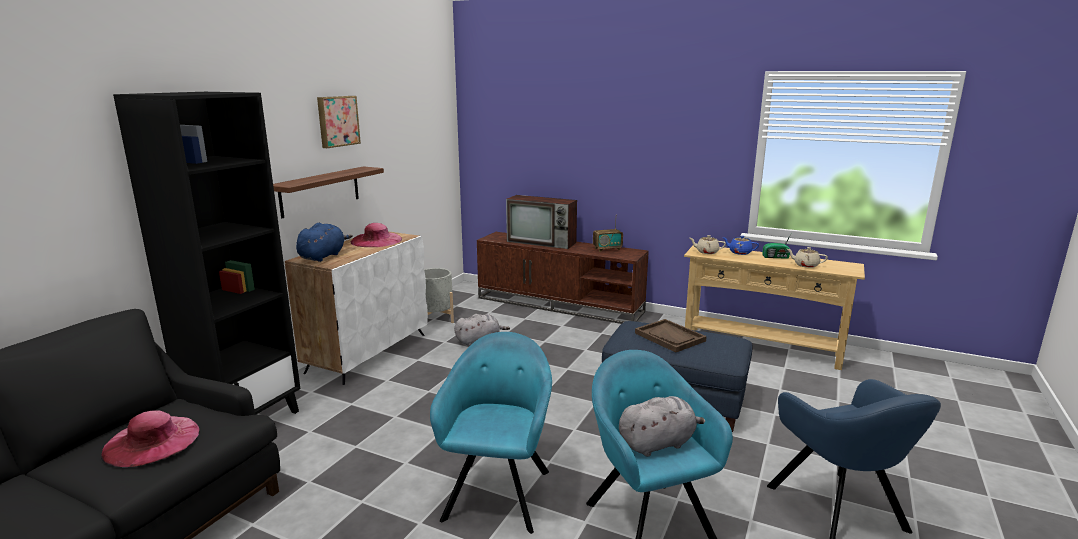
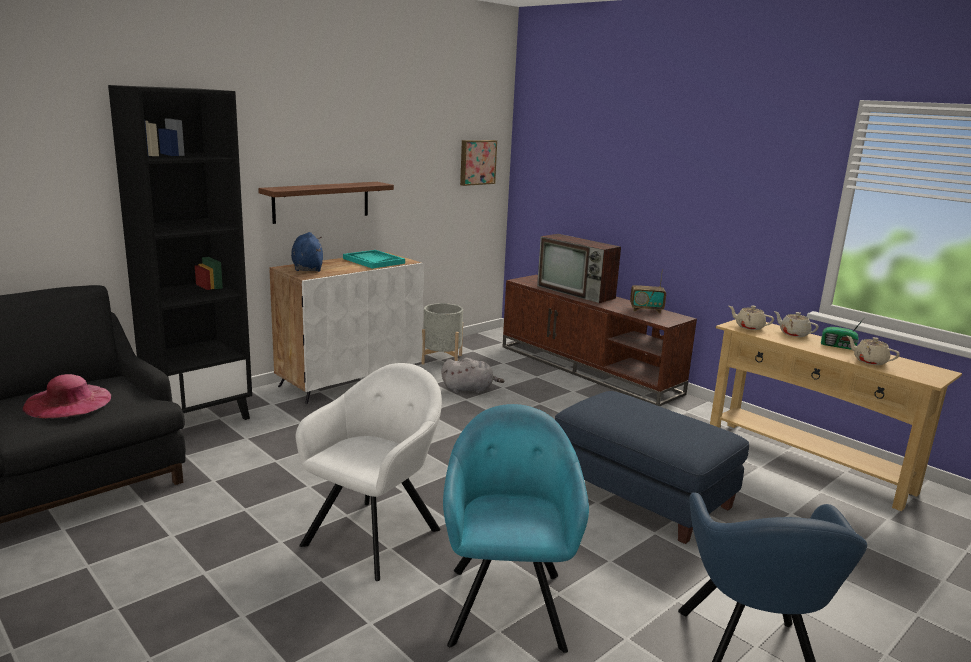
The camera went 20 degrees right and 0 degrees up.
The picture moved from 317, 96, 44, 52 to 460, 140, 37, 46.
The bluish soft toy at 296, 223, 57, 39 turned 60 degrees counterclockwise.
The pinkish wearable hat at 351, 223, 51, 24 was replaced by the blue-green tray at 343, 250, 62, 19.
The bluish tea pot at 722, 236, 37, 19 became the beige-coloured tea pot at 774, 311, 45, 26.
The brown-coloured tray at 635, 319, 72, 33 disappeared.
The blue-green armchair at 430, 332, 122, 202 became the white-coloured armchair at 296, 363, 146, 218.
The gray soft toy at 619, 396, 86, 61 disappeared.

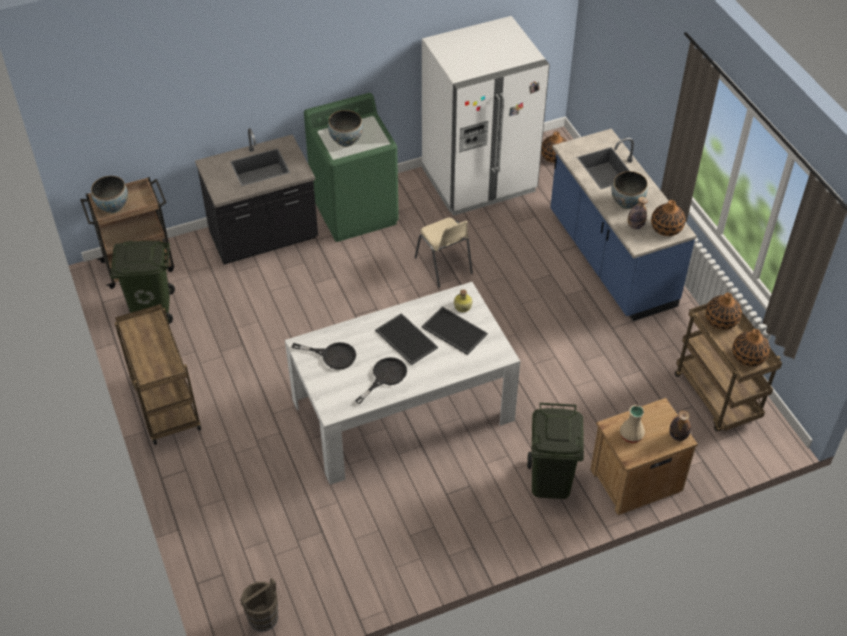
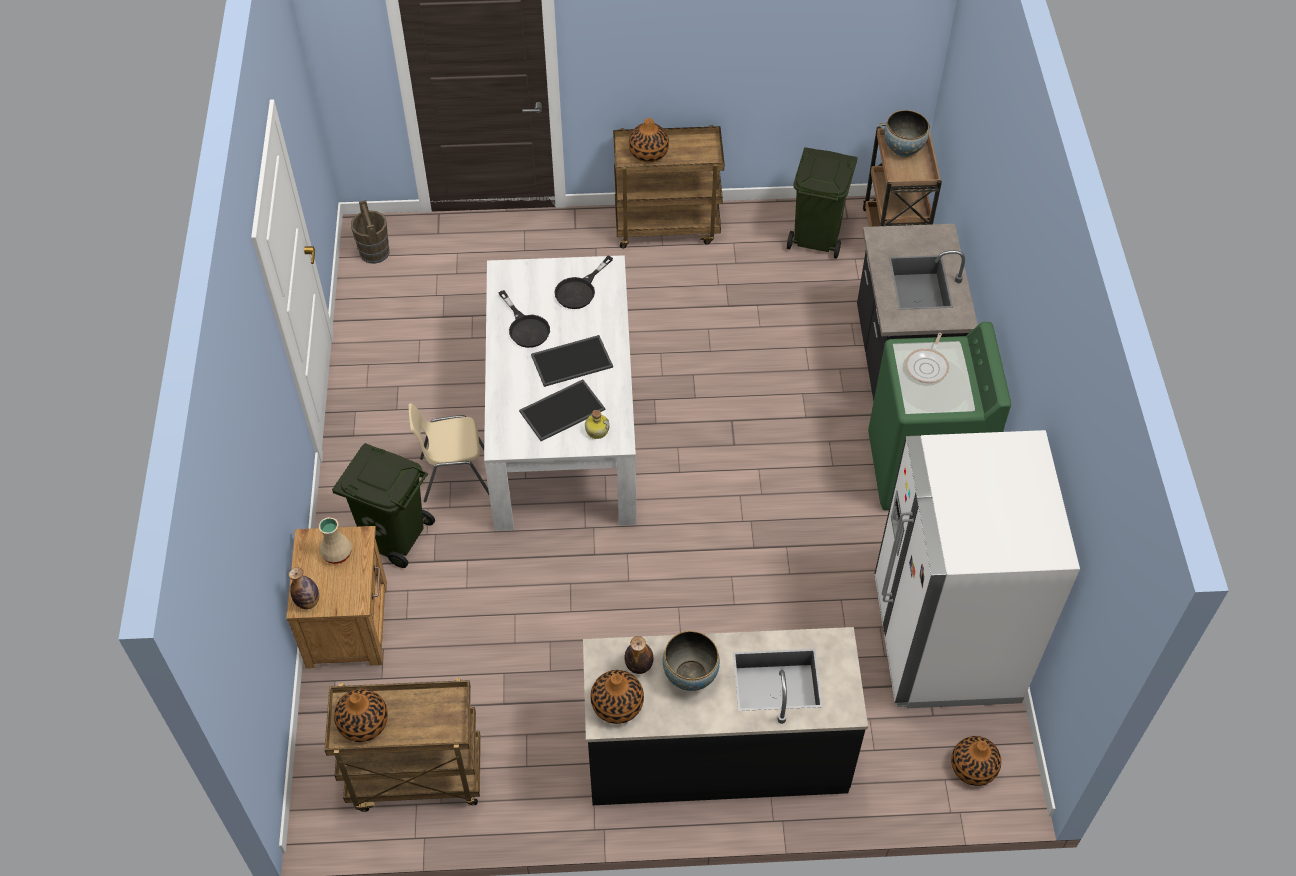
The camera went 110 degrees right and 5 degrees up.
The serving bowl at 328, 110, 35, 37 was replaced by the pan at 905, 333, 44, 50.
The bluish kitchen base unit at 550, 129, 147, 192 became the blackish kitchen base unit at 583, 627, 285, 178.
The beige-coloured chair moved from 415, 217, 58, 70 to 409, 403, 80, 99.
The decorative vase moved from 705, 293, 37, 37 to 629, 118, 40, 44.

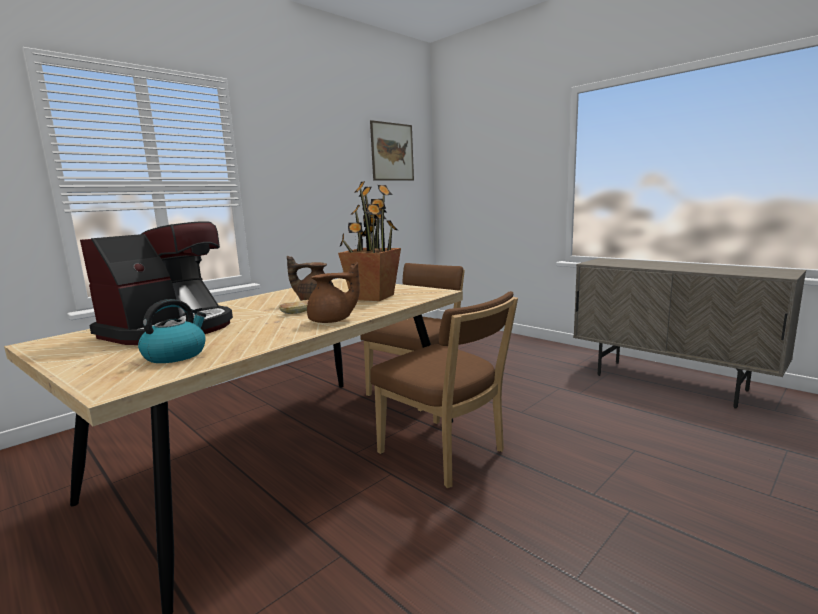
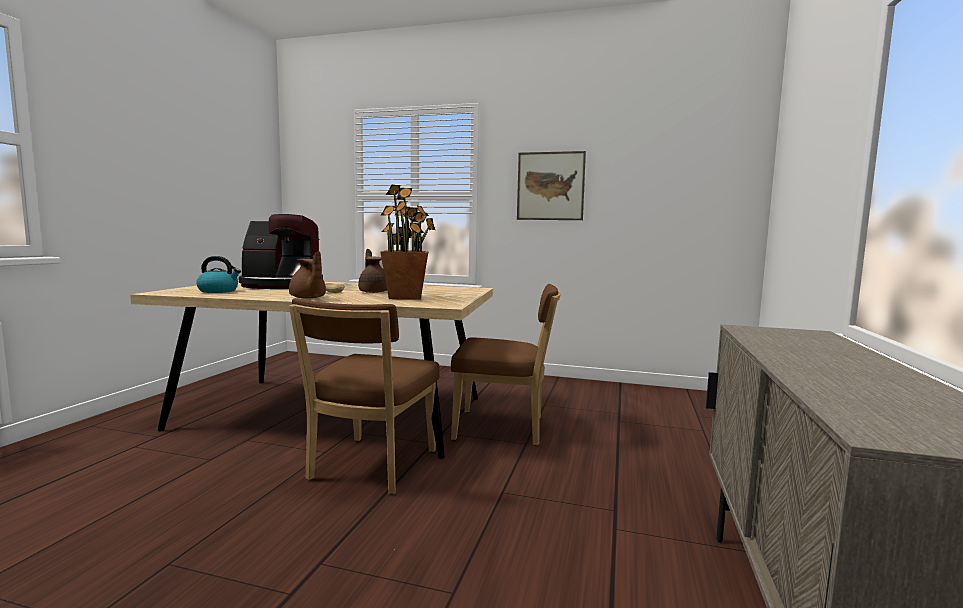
The camera went 60 degrees right and 5 degrees down.
The picture moved from 370, 120, 44, 60 to 517, 151, 69, 69.

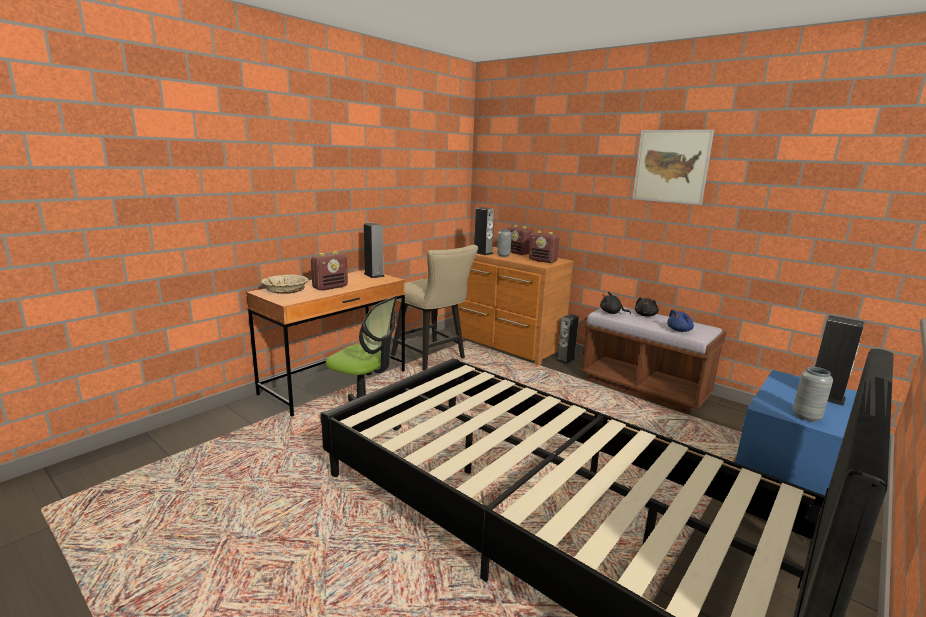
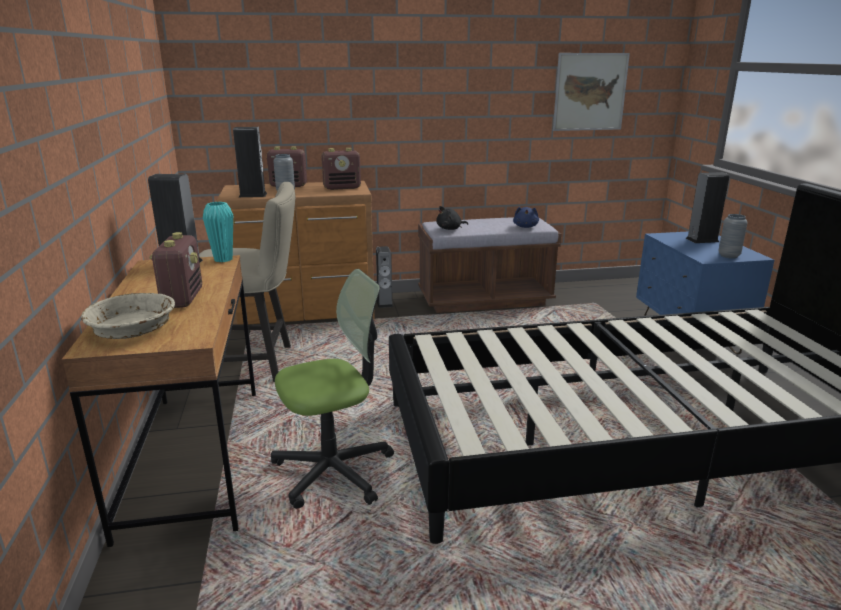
The camera went 50 degrees left and 5 degrees up.
The picture moved from 632, 130, 82, 75 to 553, 53, 77, 78.
The blackish soft toy at 635, 297, 24, 20 disappeared.
The blue-green decorative vase at 203, 202, 30, 60 appeared.

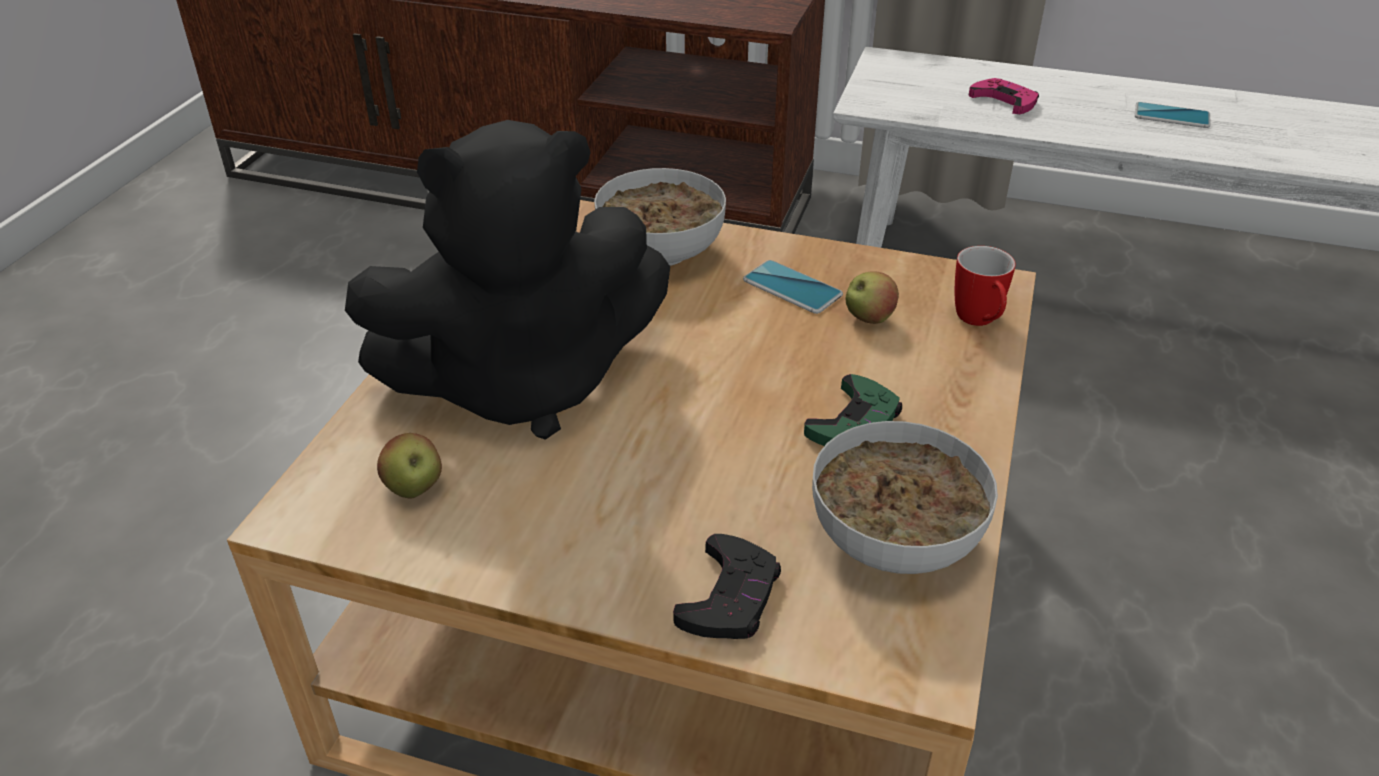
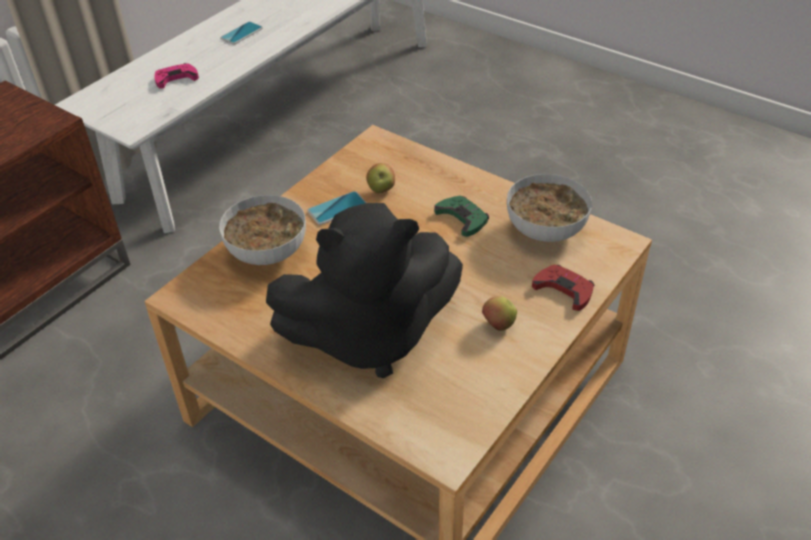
The camera went 70 degrees left and 5 degrees up.
The blackish soft toy at 345, 120, 325, 320 turned 75 degrees clockwise.
The mug at 955, 246, 61, 80 disappeared.
The apple moved from 377, 433, 65, 66 to 482, 296, 35, 35.
The blackish joypad at 673, 534, 108, 105 became the reddish joypad at 532, 264, 62, 47.

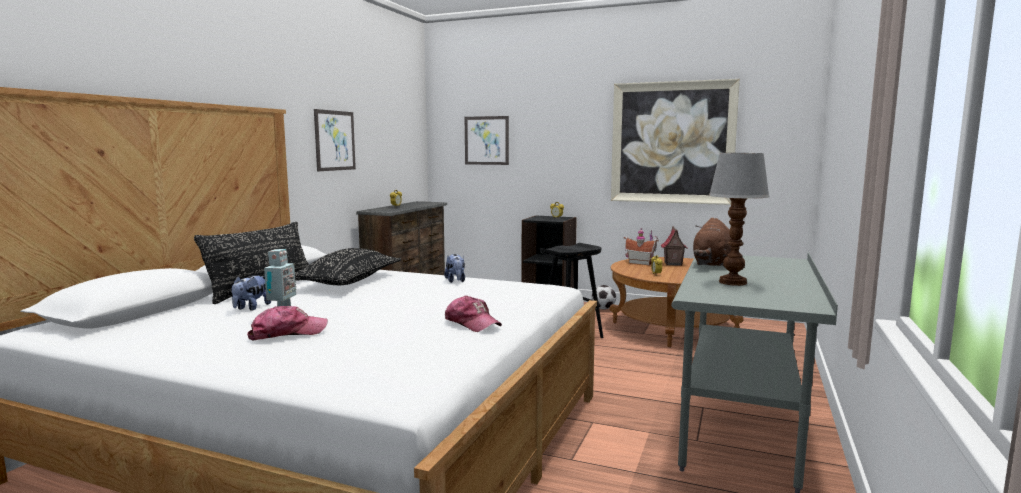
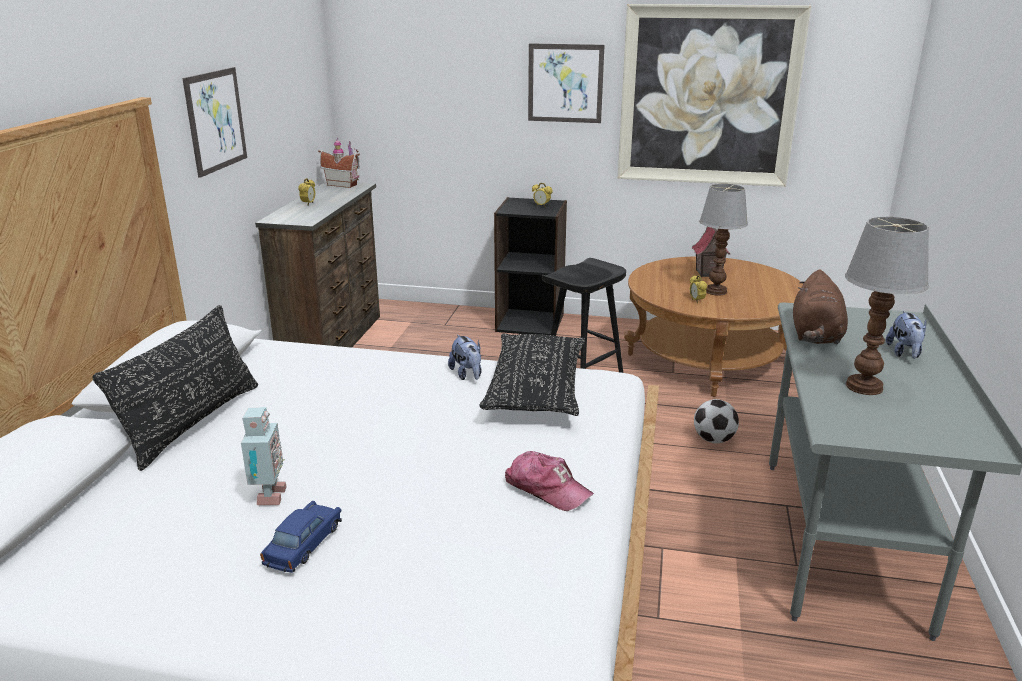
The camera went 10 degrees left and 15 degrees up.
The picture moved from 465, 116, 44, 49 to 528, 43, 77, 80.
The toy house moved from 624, 228, 35, 37 to 318, 138, 42, 50.
The blackish throw pillow moved from 295, 248, 106, 37 to 479, 333, 106, 83.
The soft toy moved from 232, 275, 39, 36 to 886, 311, 41, 48.
The football moved from 592, 285, 24, 25 to 694, 399, 45, 44.
The baseball cap at 247, 306, 81, 34 was replaced by the bluish toy car at 260, 501, 82, 72.
The table lamp at 699, 184, 49, 112 appeared.

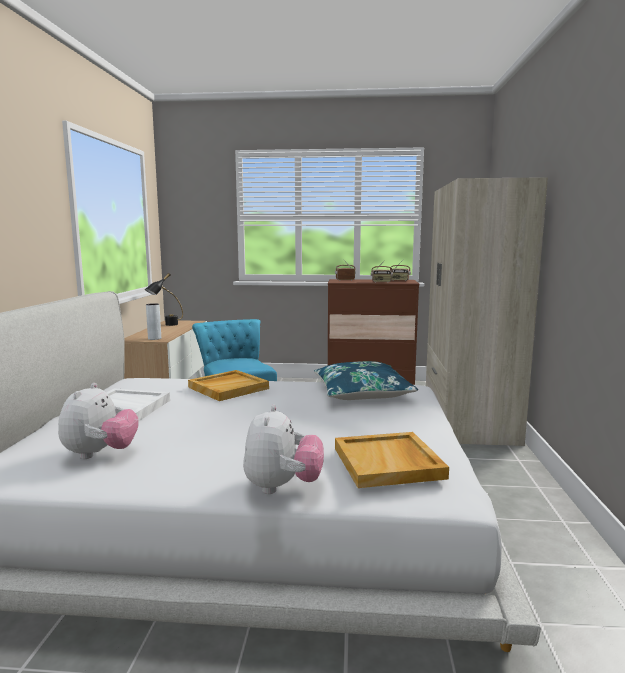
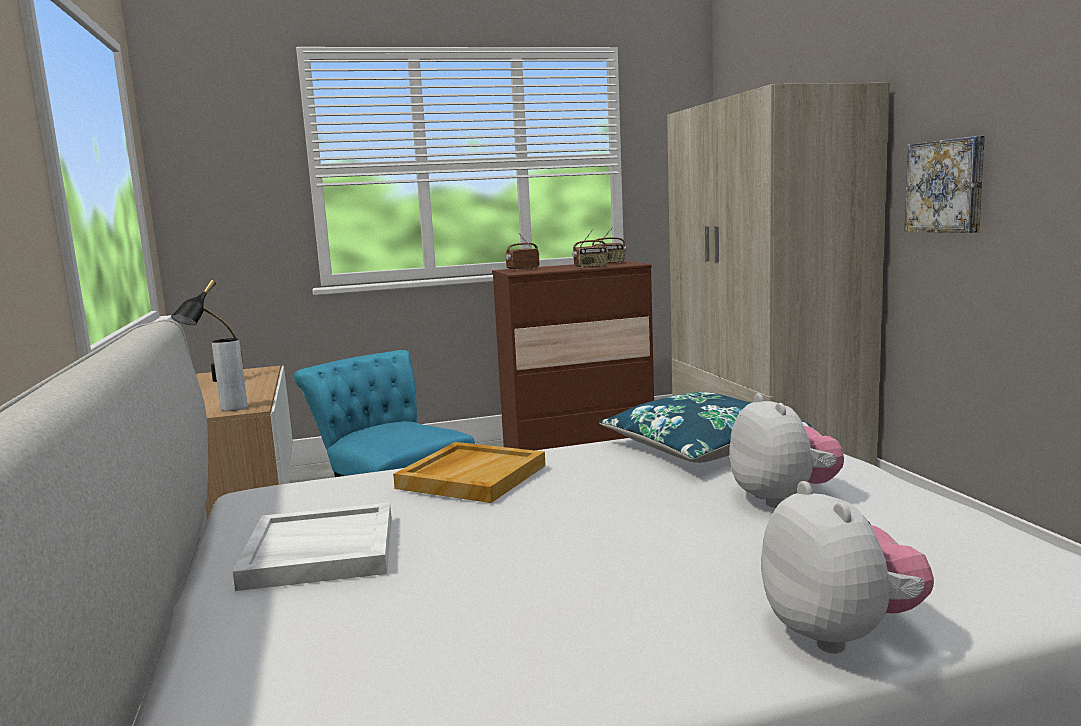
The camera went 20 degrees left and 0 degrees up.
The soft toy moved from 58, 383, 81, 76 to 729, 393, 115, 115.
The beige-coloured tray at 335, 432, 114, 56 disappeared.
The picture at 905, 136, 80, 97 appeared.

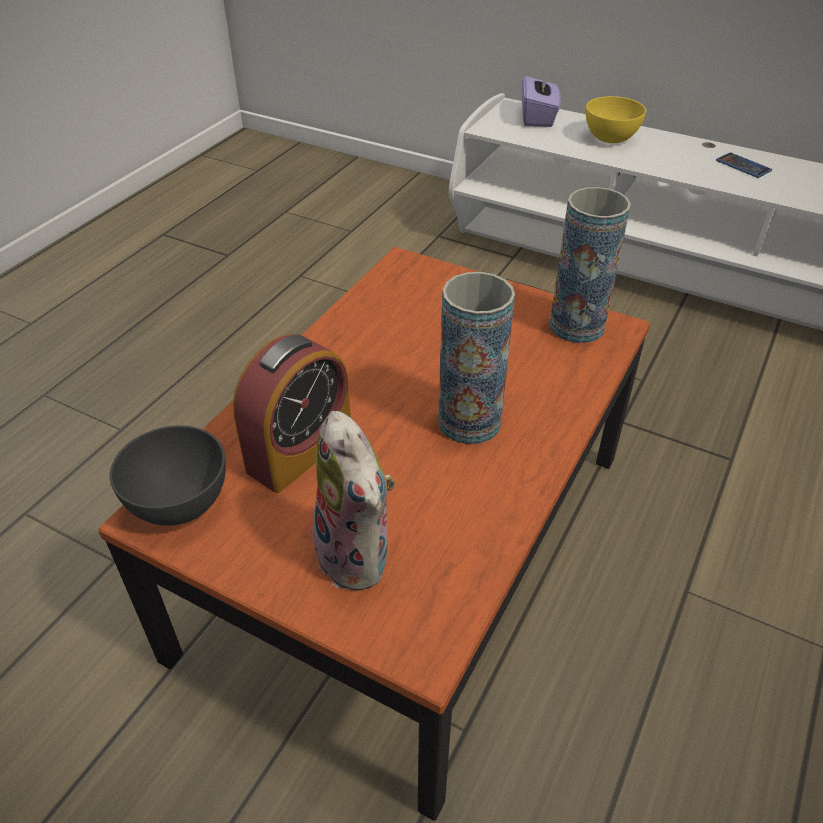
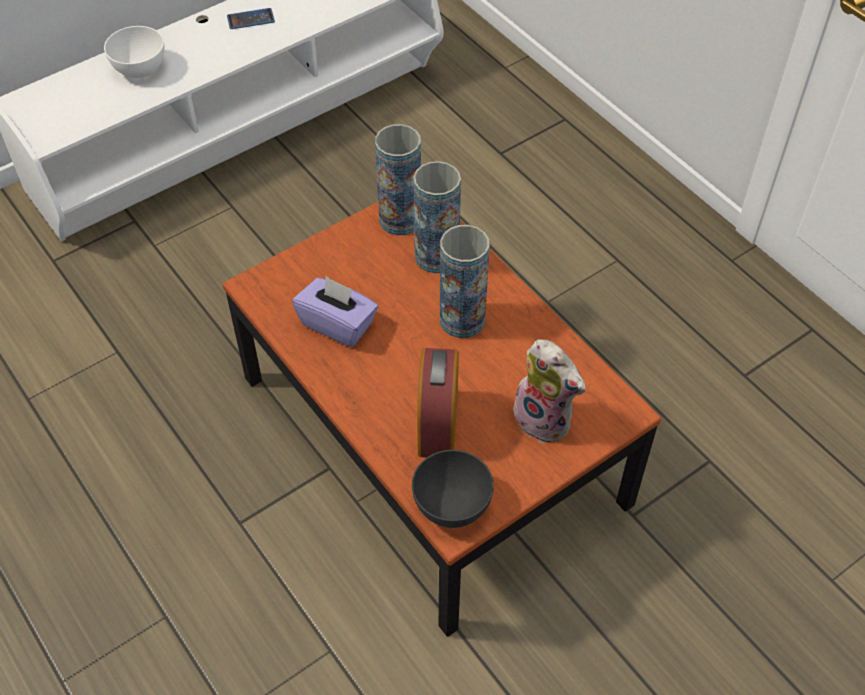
The camera went 65 degrees left and 10 degrees up.
The purple tissue holder moved from 522, 69, 39, 58 to 292, 276, 86, 71.
The yellow-coloured serving bowl at 586, 96, 60, 47 became the white-coloured serving bowl at 104, 26, 61, 52.
The table clock at 233, 334, 118, 159 turned 150 degrees counterclockwise.
The soft toy at 310, 411, 85, 180 turned 45 degrees clockwise.
The decorative vase at 413, 161, 48, 113 appeared.

